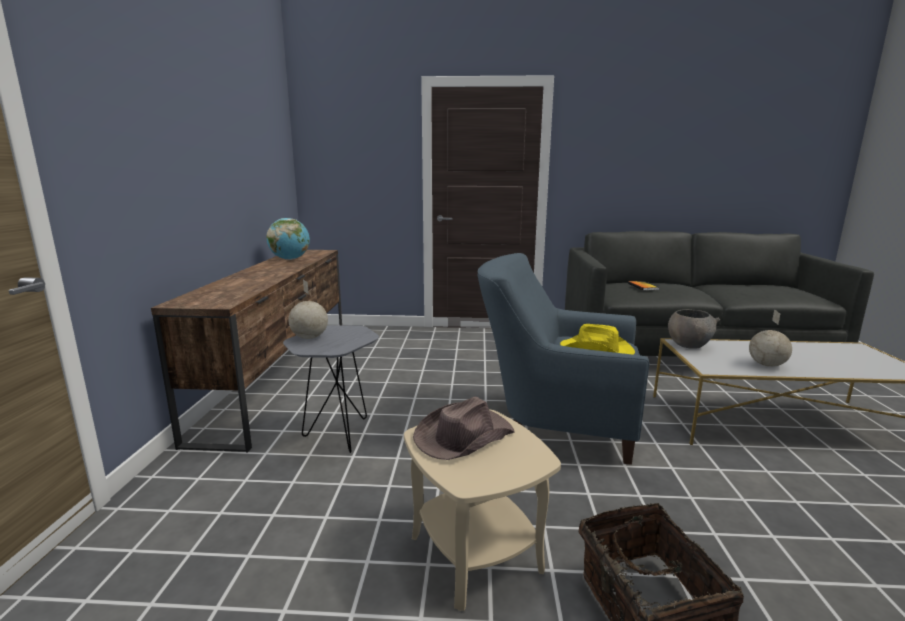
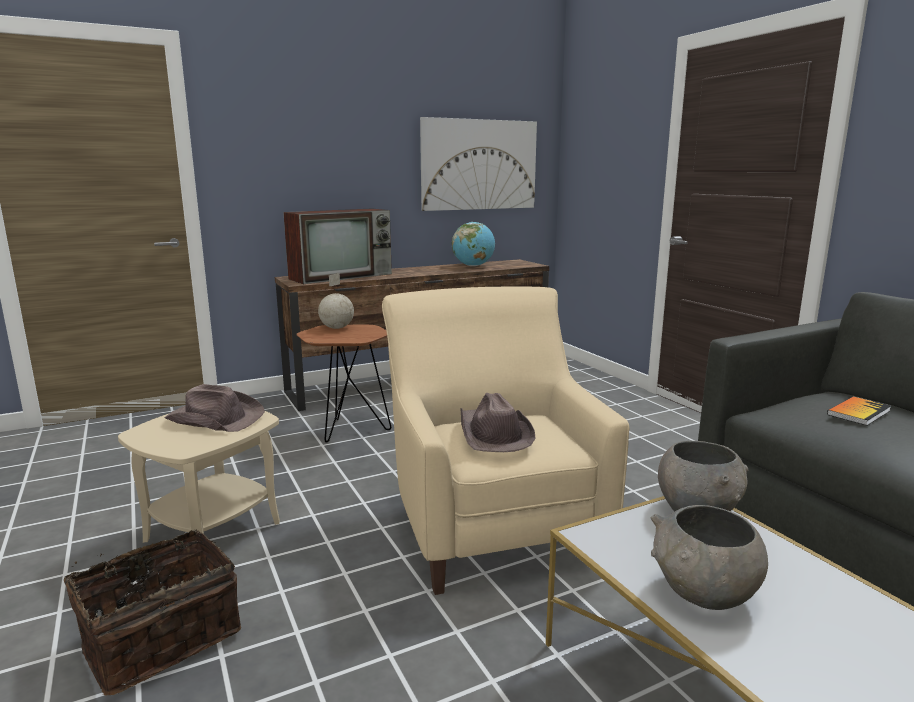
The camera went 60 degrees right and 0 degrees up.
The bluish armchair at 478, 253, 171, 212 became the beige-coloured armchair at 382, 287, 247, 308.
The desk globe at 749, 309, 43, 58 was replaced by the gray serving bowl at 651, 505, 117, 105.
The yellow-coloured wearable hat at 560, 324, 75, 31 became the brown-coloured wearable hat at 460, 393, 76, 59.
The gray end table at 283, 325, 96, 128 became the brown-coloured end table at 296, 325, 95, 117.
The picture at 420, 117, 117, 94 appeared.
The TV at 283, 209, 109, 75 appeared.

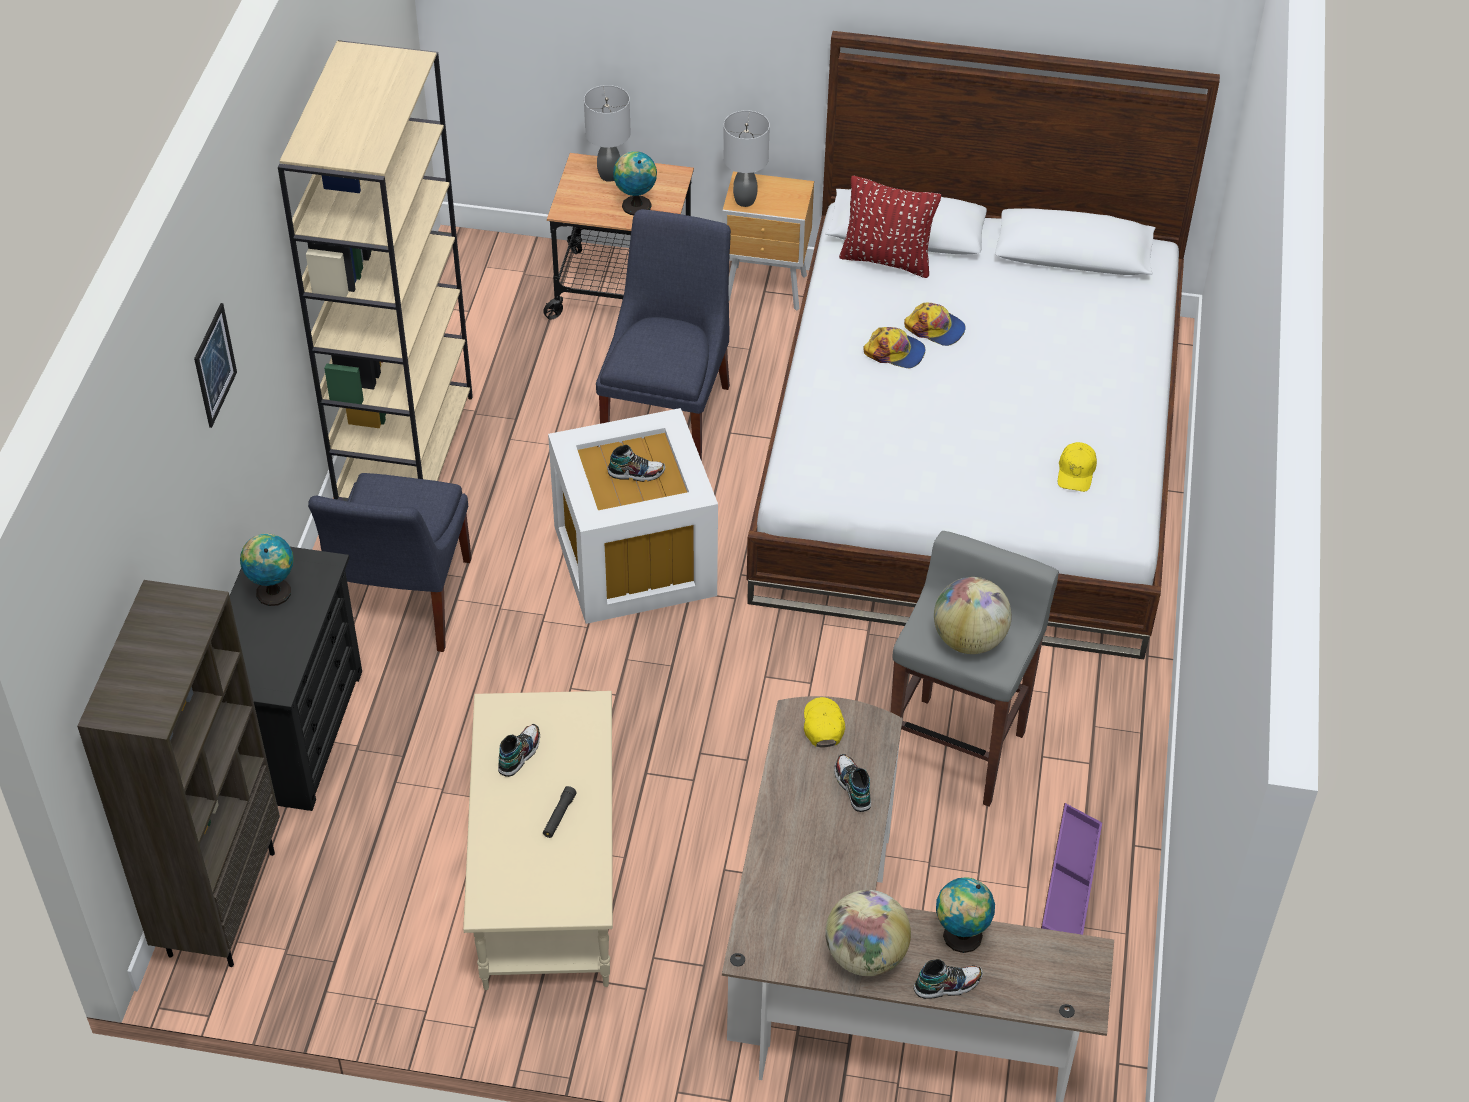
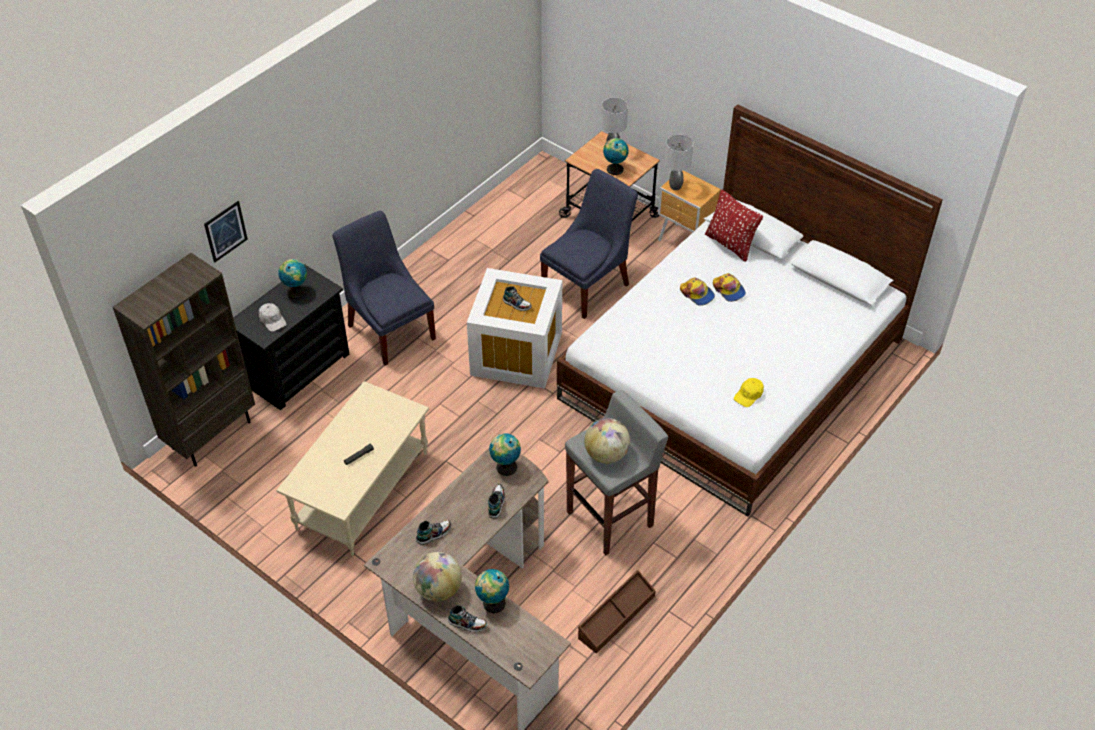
The camera went 30 degrees right and 0 degrees up.
The beige-coloured bookcase at 278, 40, 195, 461 disappeared.
The picture moved from 194, 303, 43, 125 to 204, 201, 44, 62.
The bluish chair at 308, 473, 163, 179 turned 105 degrees clockwise.
The yellow-coloured baseball cap at 804, 697, 41, 51 was replaced by the desk globe at 489, 433, 32, 43.
The item of footwear moved from 498, 724, 42, 53 to 416, 520, 35, 25.
The purple storage container at 1041, 803, 61, 132 became the brown-coloured storage container at 578, 570, 78, 84.
The white-coloured baseball cap at 259, 303, 27, 29 appeared.

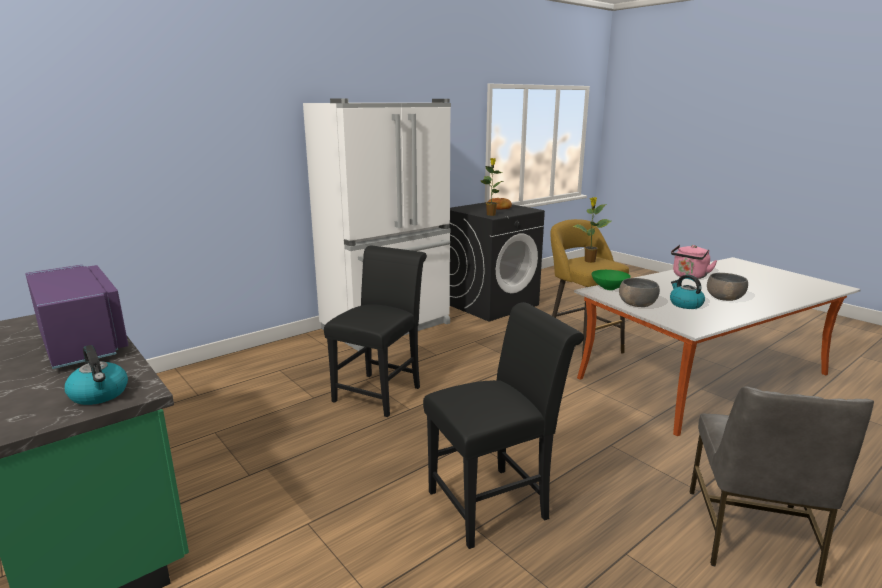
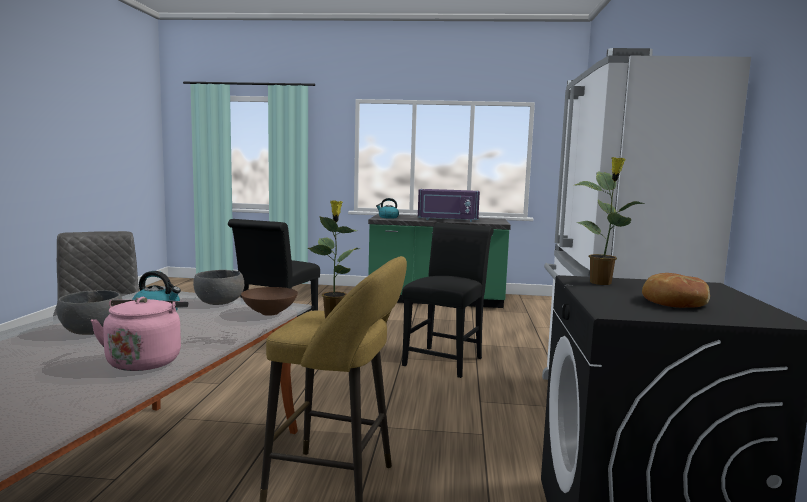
The camera went 135 degrees right and 10 degrees down.
The blackish chair at 324, 246, 103, 171 turned 135 degrees counterclockwise.
The green serving bowl at 591, 270, 40, 20 became the brown-coloured serving bowl at 241, 287, 57, 29.

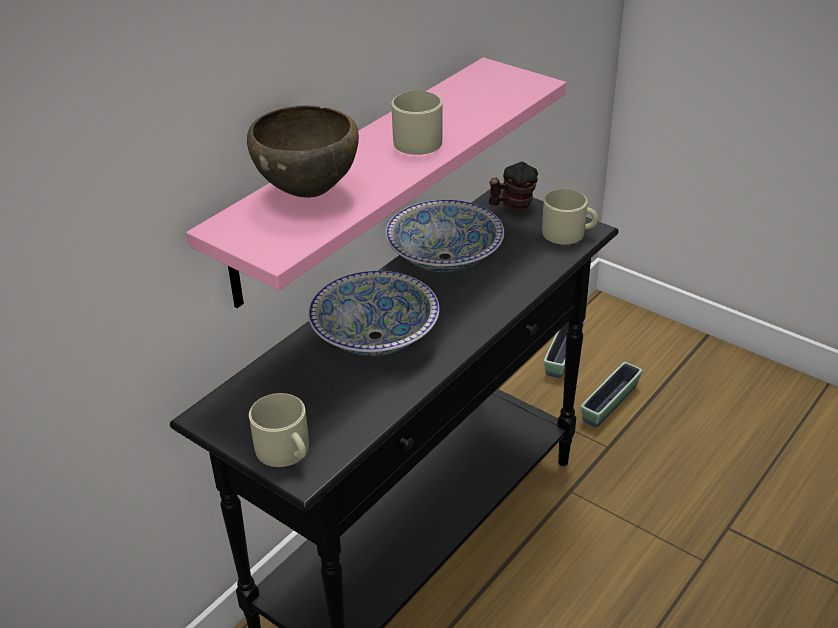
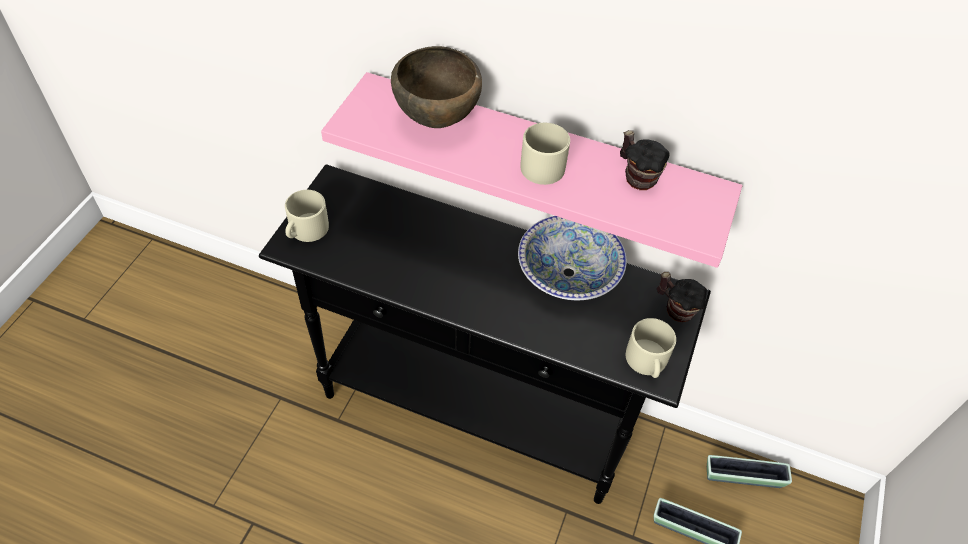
The camera went 70 degrees right and 15 degrees up.
The serving bowl at 308, 271, 131, 85 disappeared.
The mug at 620, 130, 49, 60 appeared.

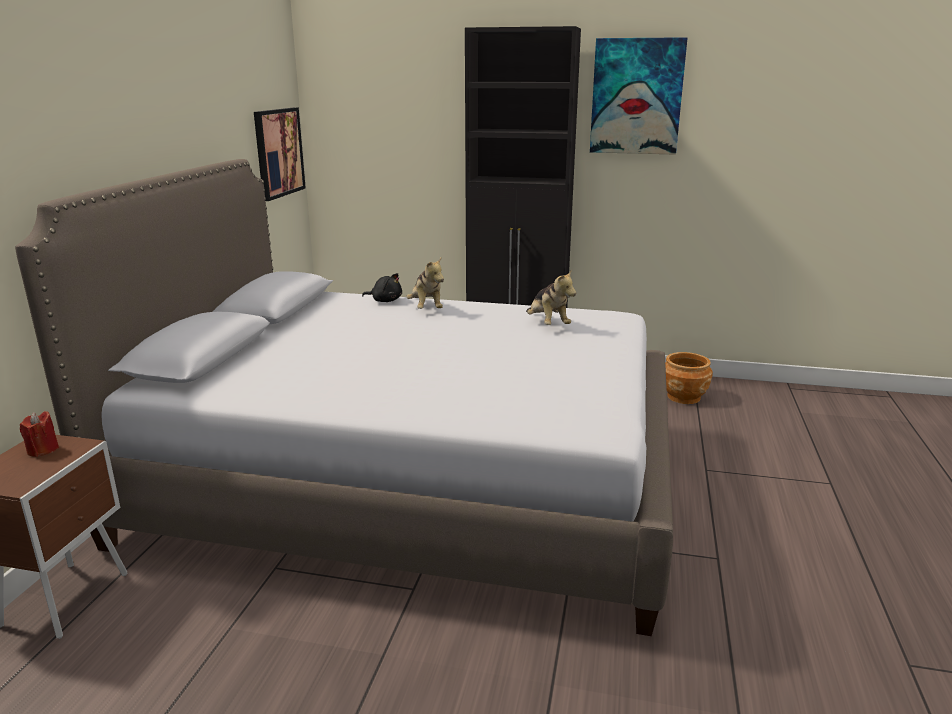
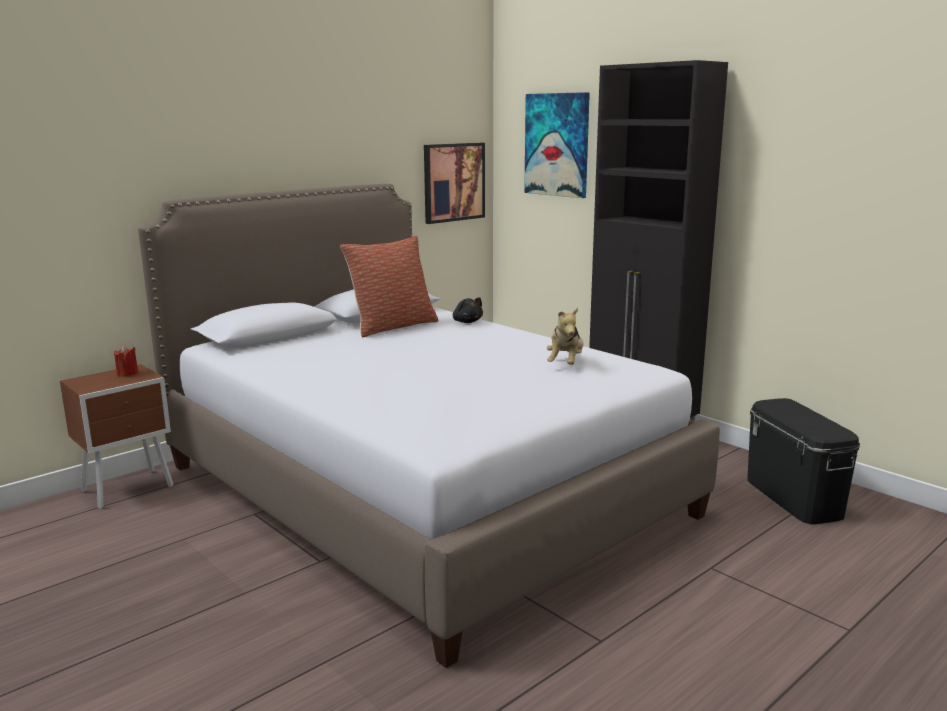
The camera went 35 degrees right and 5 degrees down.
The picture moved from 590, 37, 98, 118 to 524, 92, 66, 106.
The soft toy at 406, 256, 38, 53 disappeared.
The brown-coloured flower pot at 665, 352, 48, 52 was replaced by the blackish storage container at 747, 398, 113, 126.
The throw pillow at 340, 236, 99, 102 appeared.

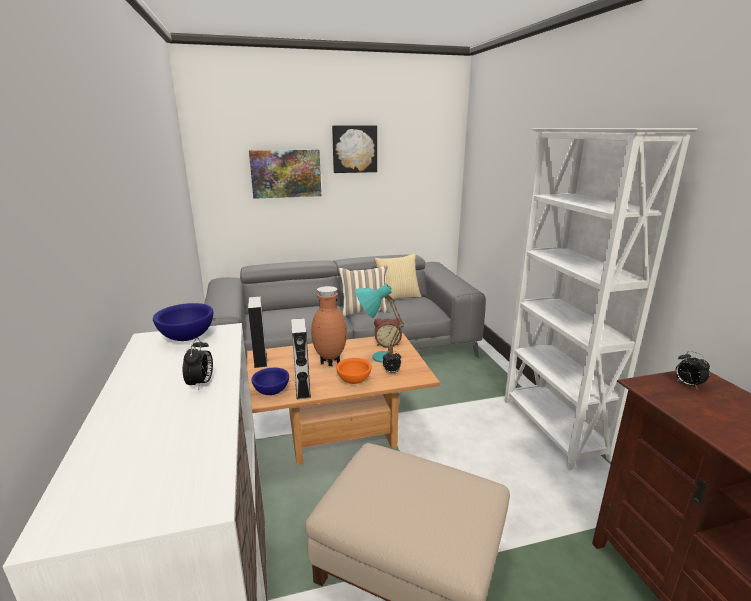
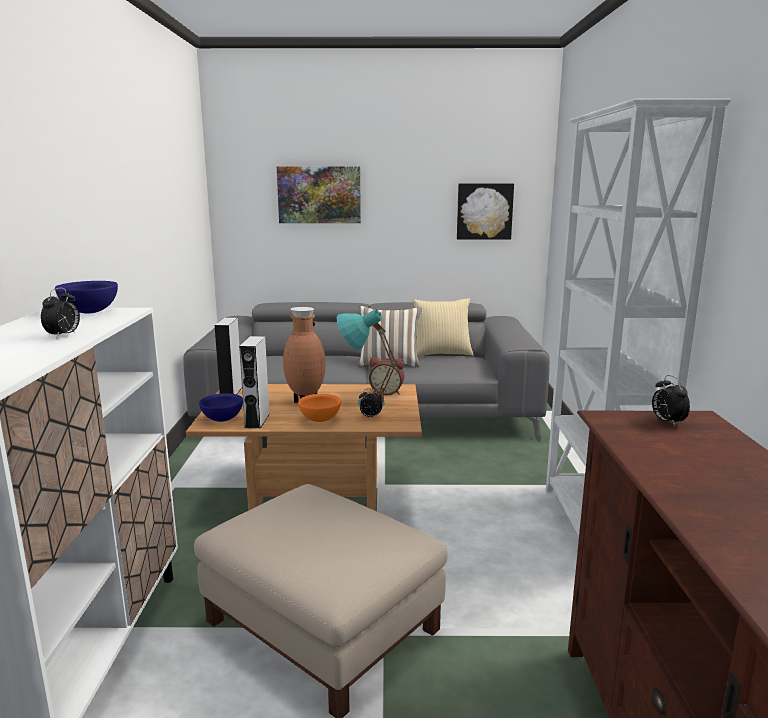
The camera went 15 degrees right and 5 degrees down.
The picture moved from 332, 125, 45, 48 to 457, 183, 57, 57.

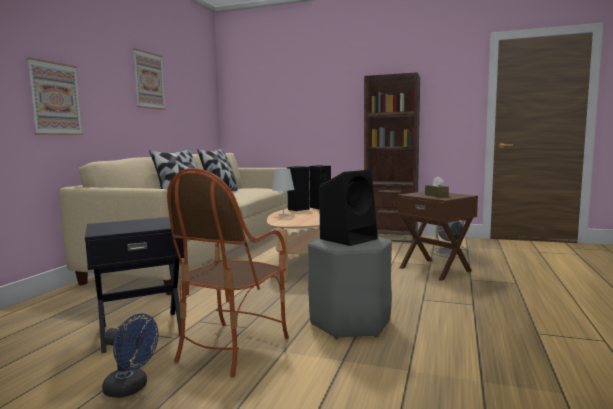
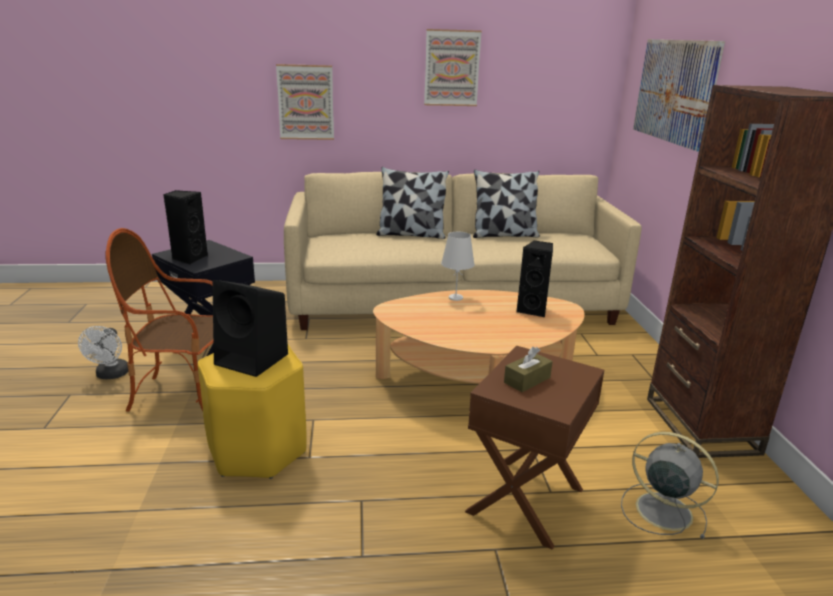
The camera went 65 degrees right and 15 degrees up.
The blackish speaker moved from 287, 166, 23, 45 to 163, 190, 45, 75.
The gray stool seat at 308, 237, 84, 102 became the yellow-coloured stool seat at 197, 345, 110, 134.
The bluish cooling fan at 102, 313, 56, 85 became the white-coloured cooling fan at 78, 326, 50, 53.
The picture at 633, 39, 92, 113 appeared.

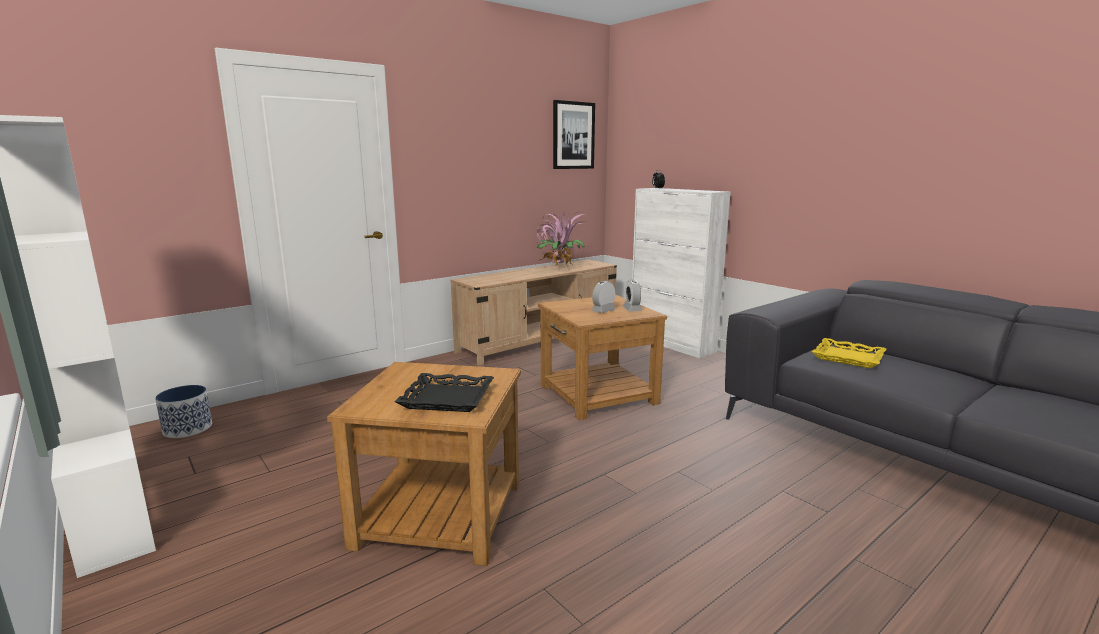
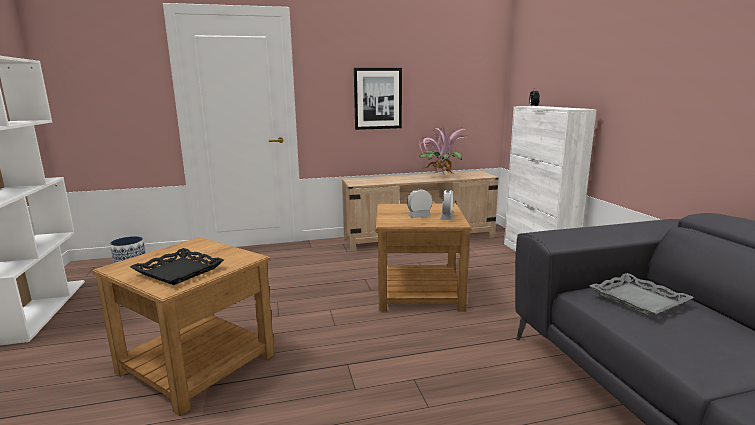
The camera went 25 degrees right and 0 degrees up.
The picture moved from 553, 100, 42, 69 to 354, 68, 48, 62.
The yellow-coloured tray at 812, 338, 74, 30 became the gray tray at 589, 273, 105, 44.

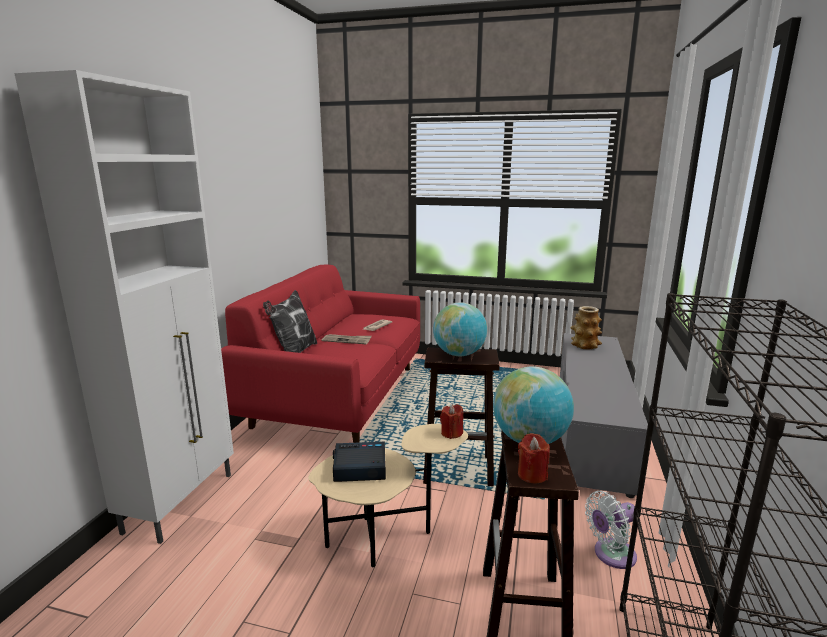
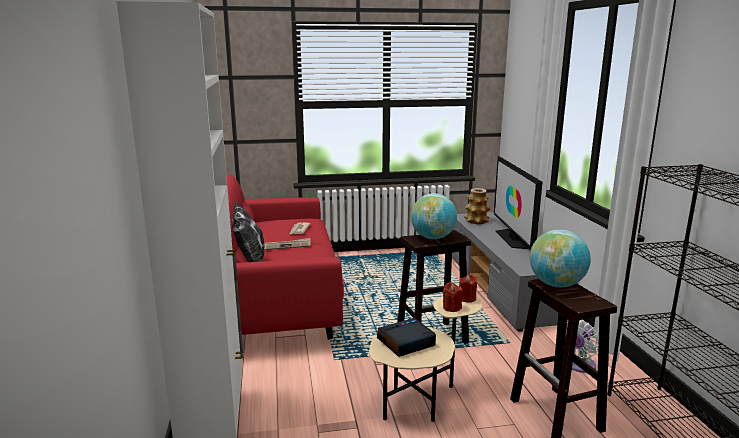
The camera went 25 degrees left and 0 degrees up.
The reddish wax light moved from 518, 433, 32, 50 to 443, 283, 20, 29.
The TV at 494, 156, 48, 93 appeared.

